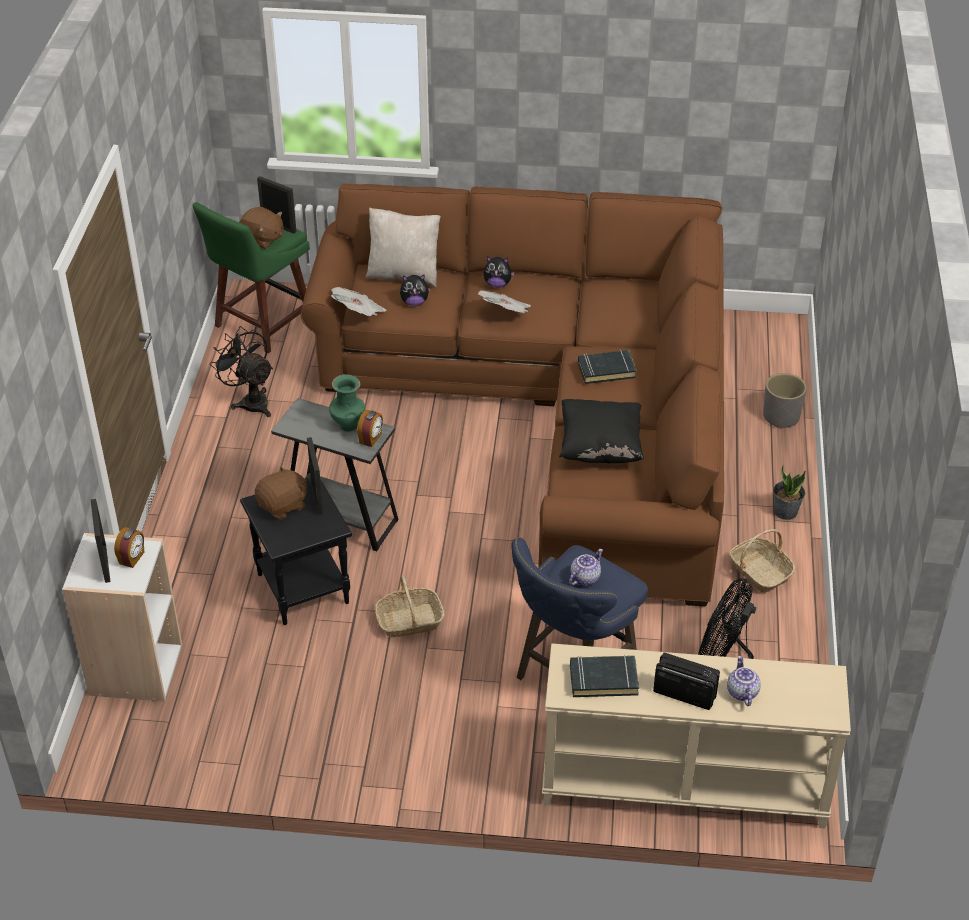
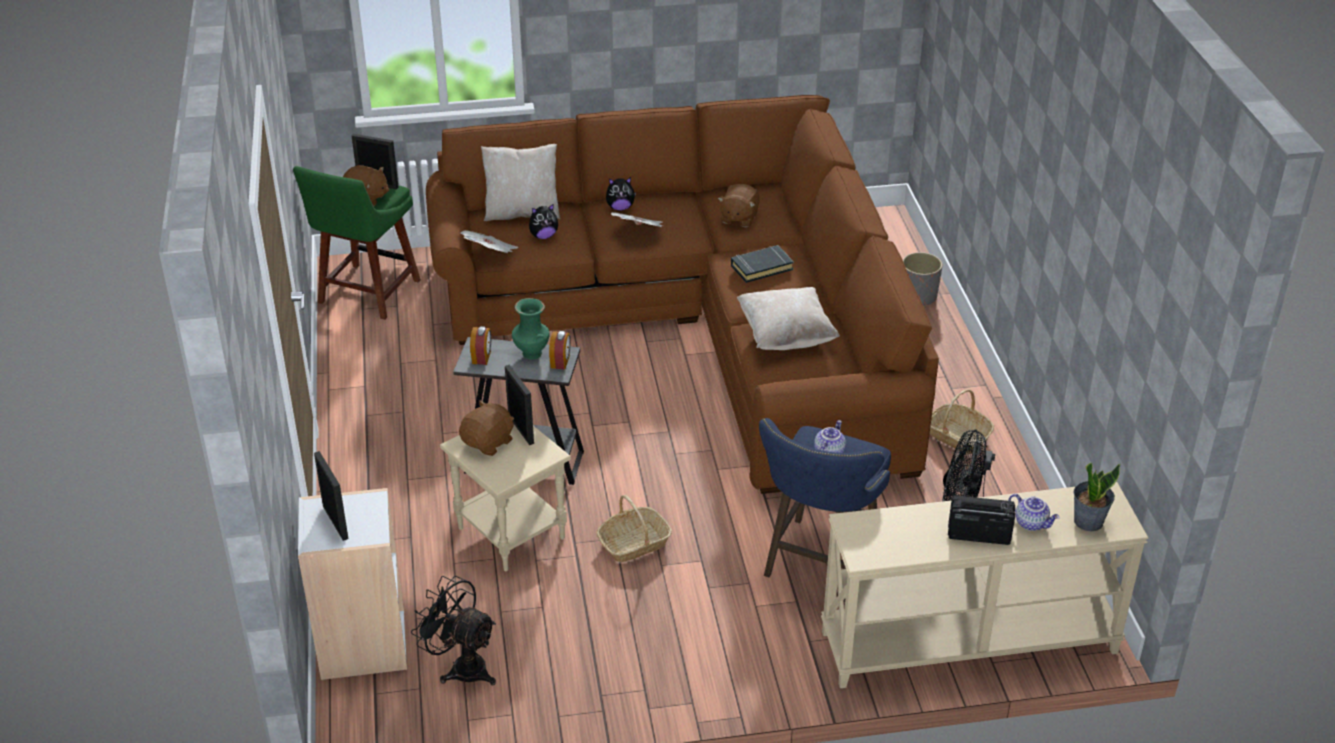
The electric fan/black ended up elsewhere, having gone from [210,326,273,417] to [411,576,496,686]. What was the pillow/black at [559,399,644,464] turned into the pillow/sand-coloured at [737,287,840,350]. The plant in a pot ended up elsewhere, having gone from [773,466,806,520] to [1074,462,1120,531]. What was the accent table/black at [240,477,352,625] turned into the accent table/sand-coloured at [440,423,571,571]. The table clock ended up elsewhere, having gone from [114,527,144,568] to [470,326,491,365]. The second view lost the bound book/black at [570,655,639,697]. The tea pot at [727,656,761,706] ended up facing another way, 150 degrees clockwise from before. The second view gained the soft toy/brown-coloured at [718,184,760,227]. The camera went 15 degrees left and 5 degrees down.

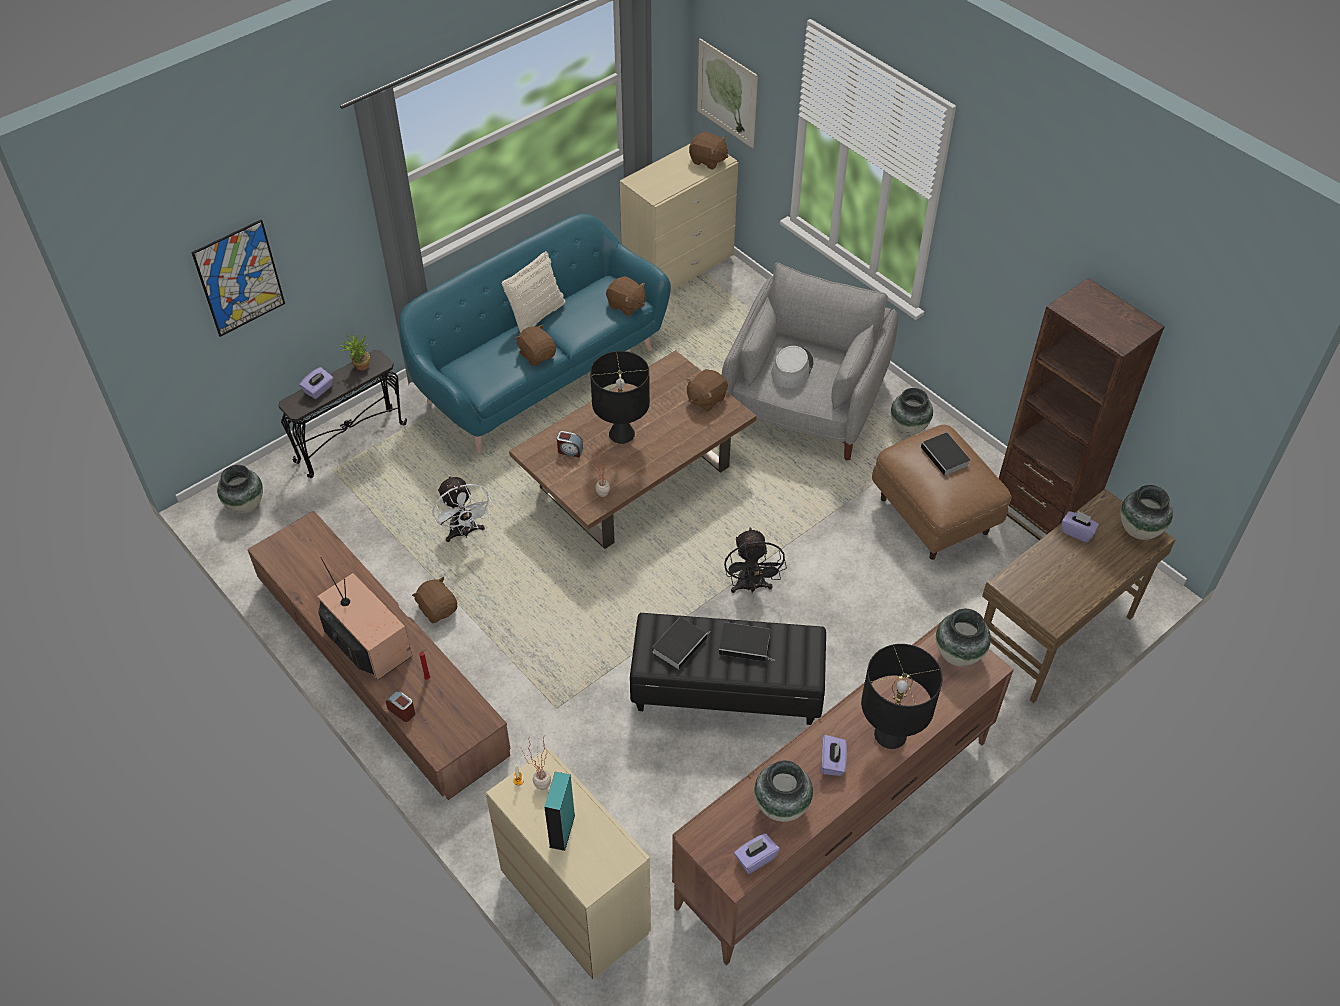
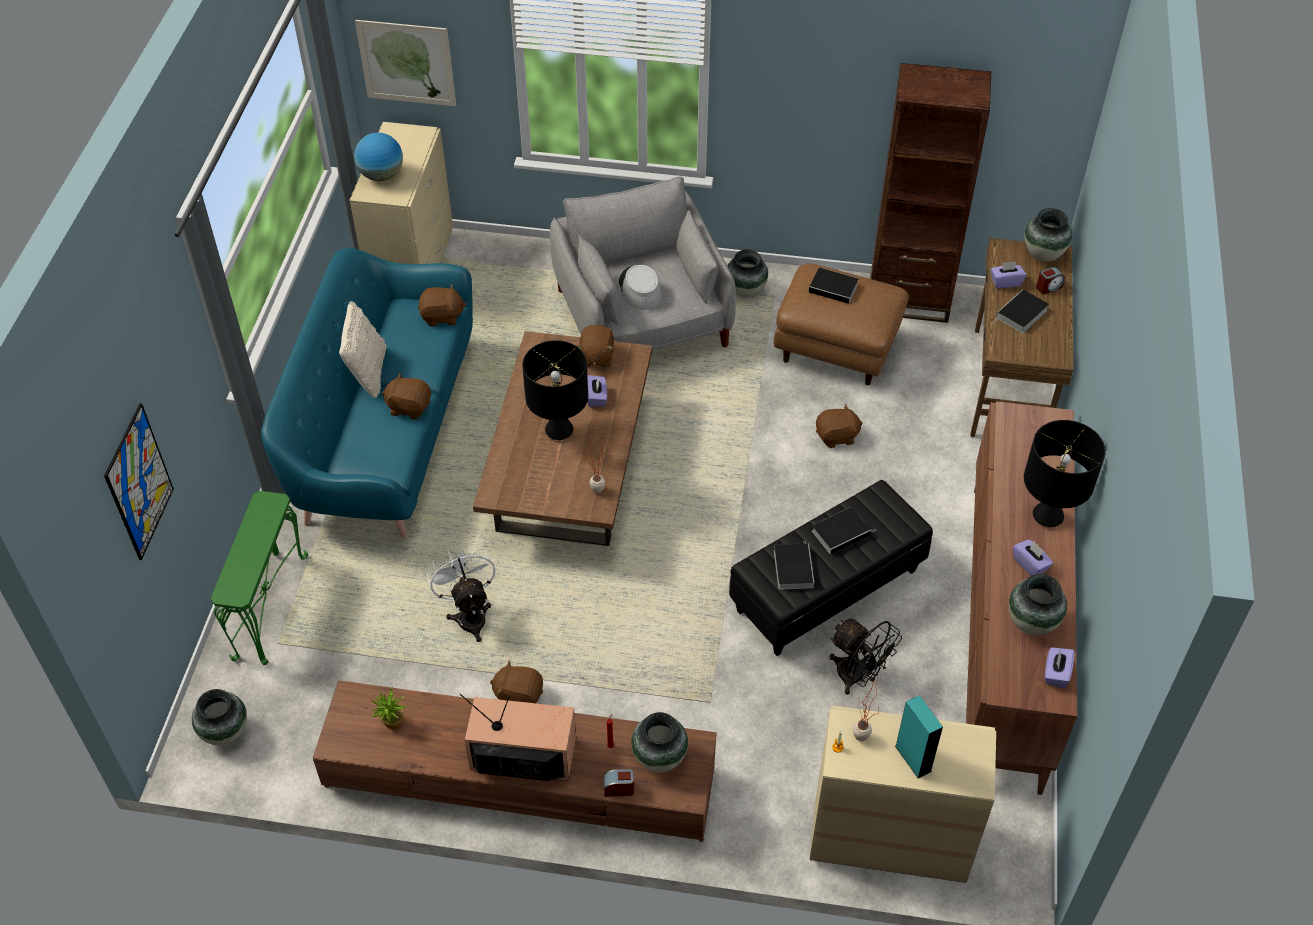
The soft toy/brown-coloured ended up elsewhere, having gone from [689,132,728,170] to [816,404,863,448]. The plant in a pot ended up elsewhere, having gone from [339,334,370,370] to [371,686,406,729]. What was the accent table/black at [278,350,407,478] turned into the accent table/green at [211,491,308,666]. The tissue holder/purple-coloured ended up elsewhere, having gone from [299,367,333,399] to [587,375,607,407]. The table clock ended up elsewhere, having gone from [557,431,583,458] to [1036,267,1065,294]. The electric fan/white-coloured at [433,475,493,542] ended up facing another way, 135 degrees counterclockwise from before. The electric fan/black ended up elsewhere, having gone from [724,527,787,594] to [829,619,902,695]. The vase ended up elsewhere, having gone from [936,609,991,667] to [631,712,688,772]. The second view gained the globe at [354,133,403,181]. The second view gained the bound book at [993,289,1049,333]. The camera went 40 degrees left and 0 degrees up.

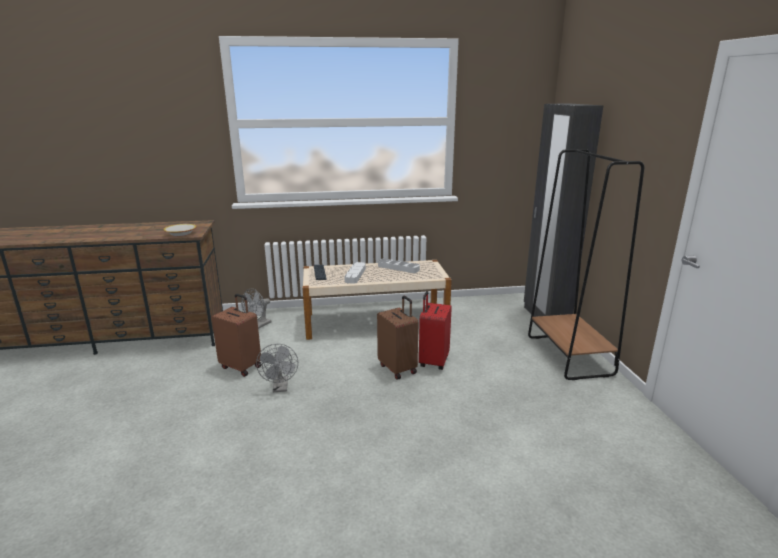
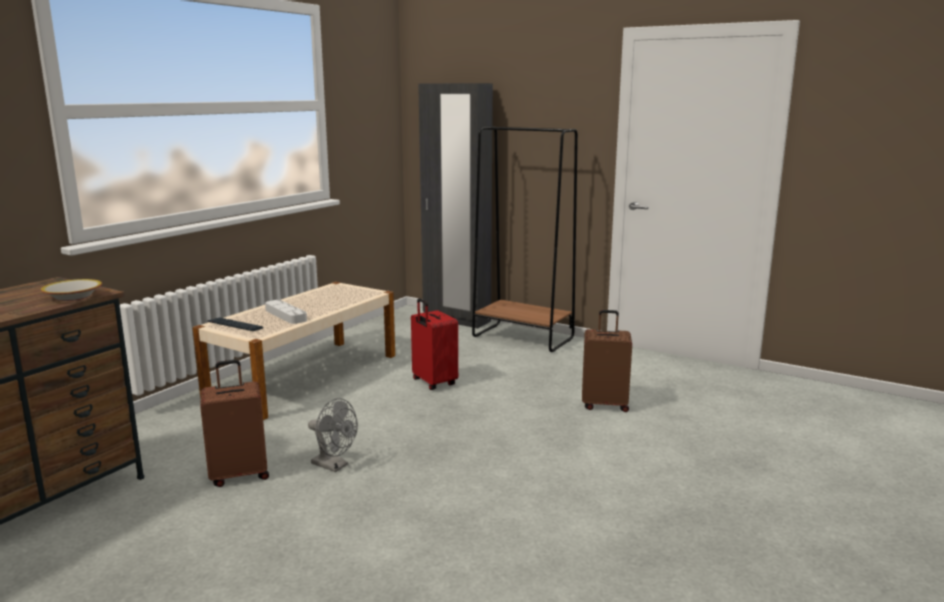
The second view lost the serving tray/greyish at [378,258,420,273]. The second view lost the electric fan/greyish at [241,289,271,329]. The suitcase/brown-coloured ended up elsewhere, having gone from [377,296,419,380] to [582,310,632,412]. The camera went 50 degrees left and 5 degrees down.

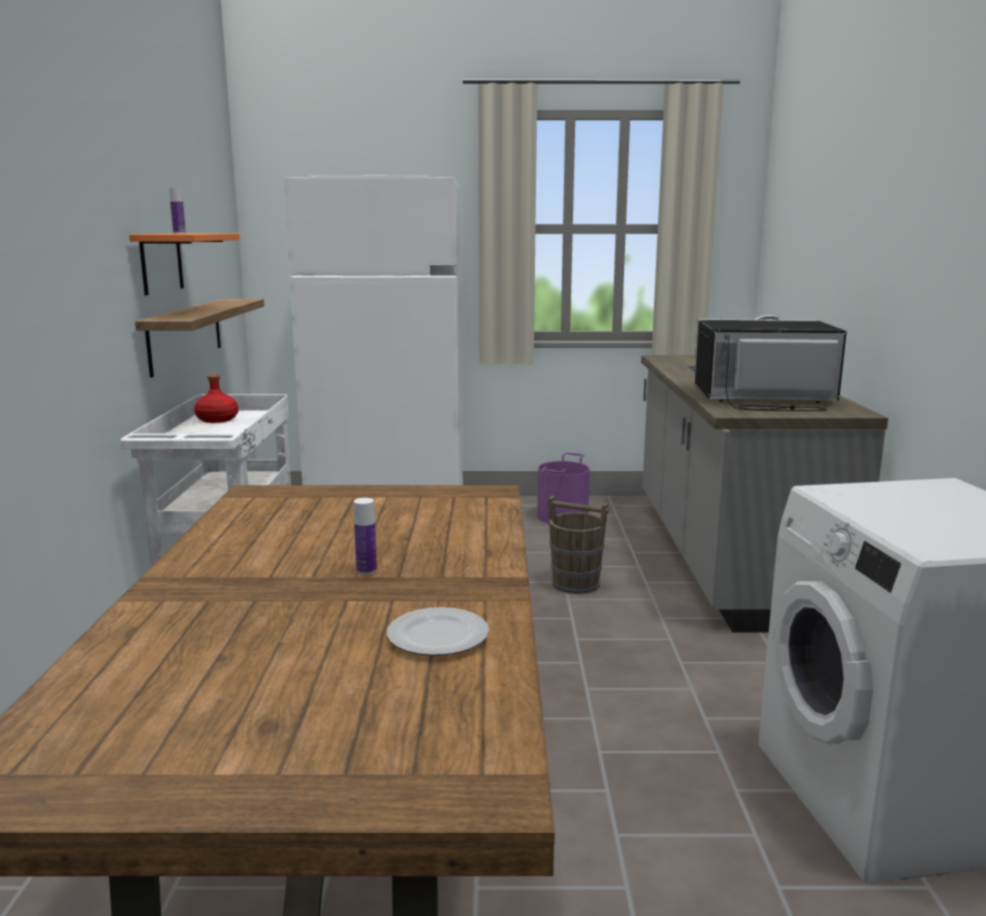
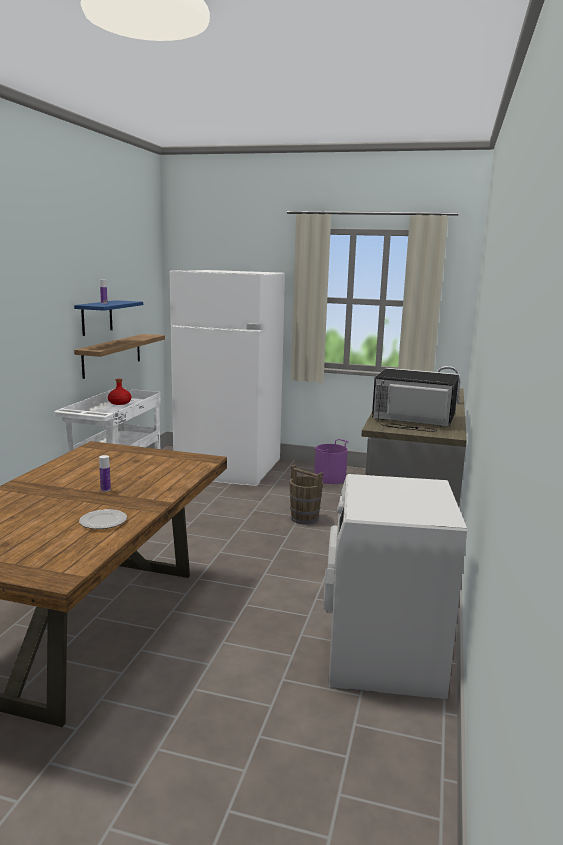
What was the shelf/orange at [129,234,240,295] turned into the shelf/blue at [74,300,143,336]. The camera went 15 degrees right and 0 degrees up.

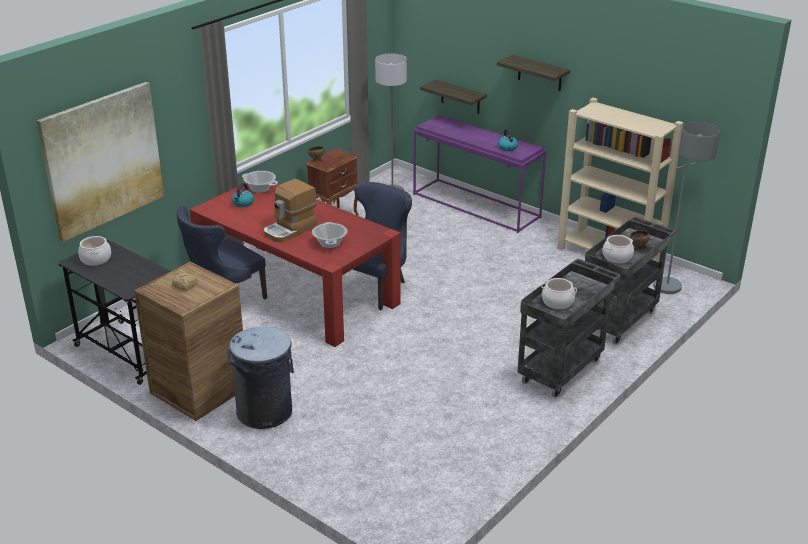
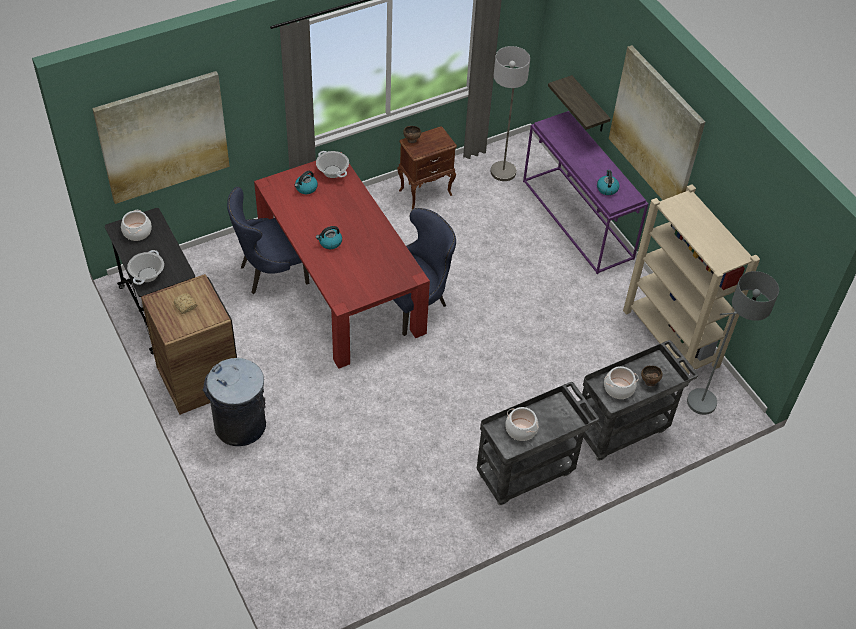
Where the shelf hung at [497,55,570,91], the wall art came to hang at [609,45,705,200]. Where the coffee brewer stood at [264,179,317,243], the tea kettle came to stand at [316,226,342,249]. The cooking pot ended up elsewhere, having gone from [312,222,348,248] to [127,250,164,285]. The camera went 20 degrees right and 20 degrees up.

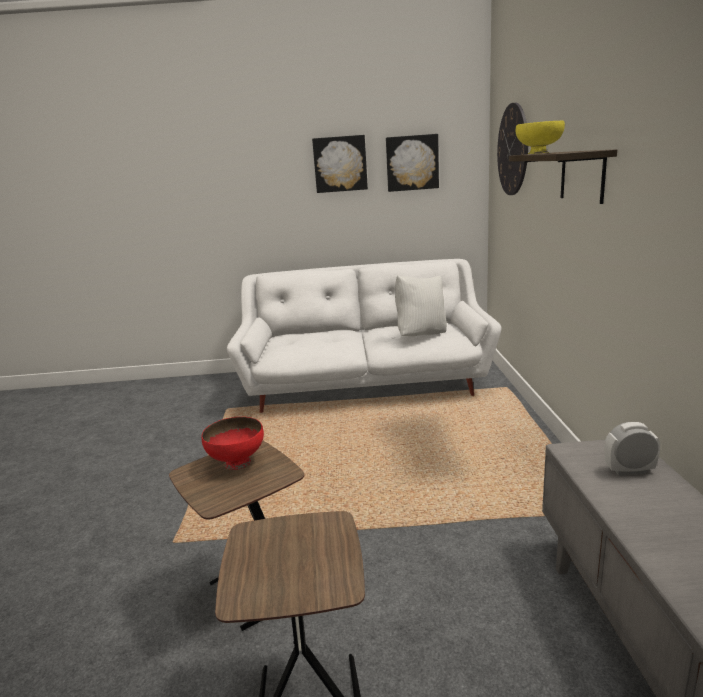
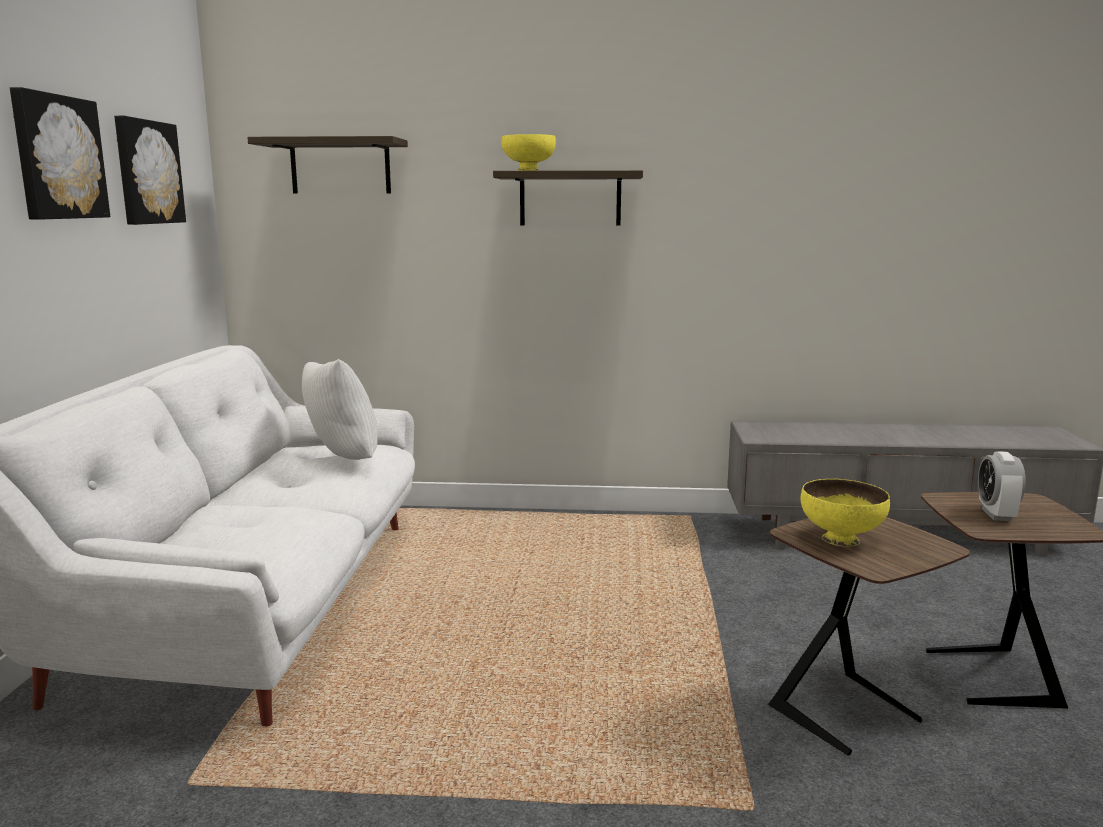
Where the clock on the wall hung at [497,103,528,195], the shelf came to hang at [247,136,408,193]. What was the bowl/red-coloured at [201,417,264,470] turned into the bowl/yellowish at [801,479,890,547]. The table clock ended up elsewhere, having gone from [604,422,660,475] to [978,451,1026,521]. The camera went 85 degrees left and 5 degrees down.

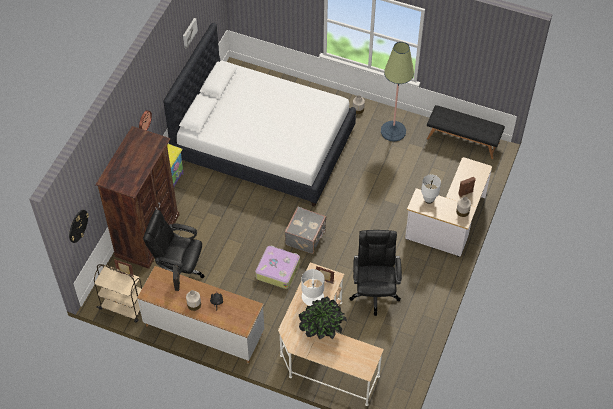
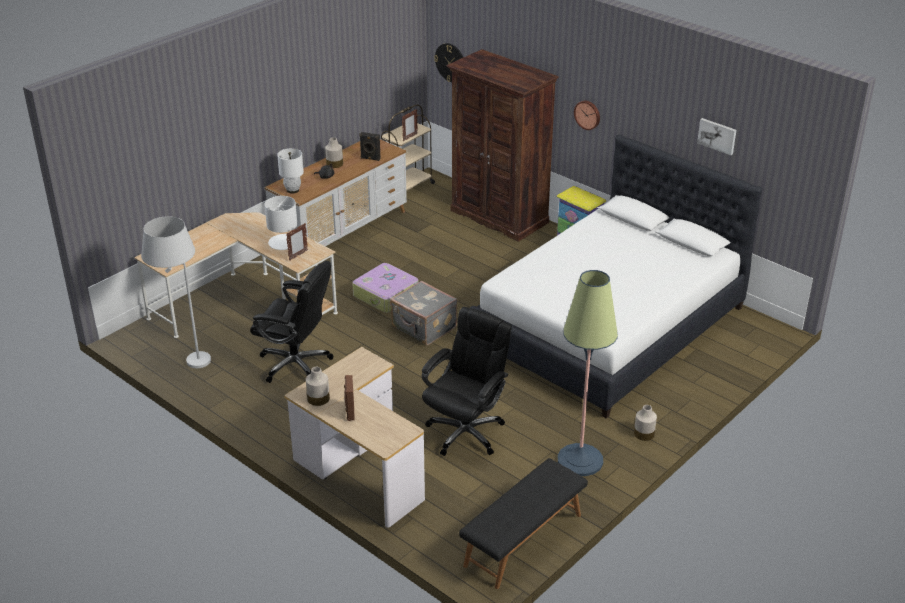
The tabletop lamp/white-coloured ended up elsewhere, having gone from [421,174,441,204] to [277,148,304,193]. The computer chair/black ended up elsewhere, having gone from [143,210,205,278] to [422,307,512,456]. The second view lost the plant in a pot at [299,296,347,339]. The second view gained the floor lamp/white-coloured at [141,216,211,368]. The camera went 110 degrees right and 20 degrees down.

